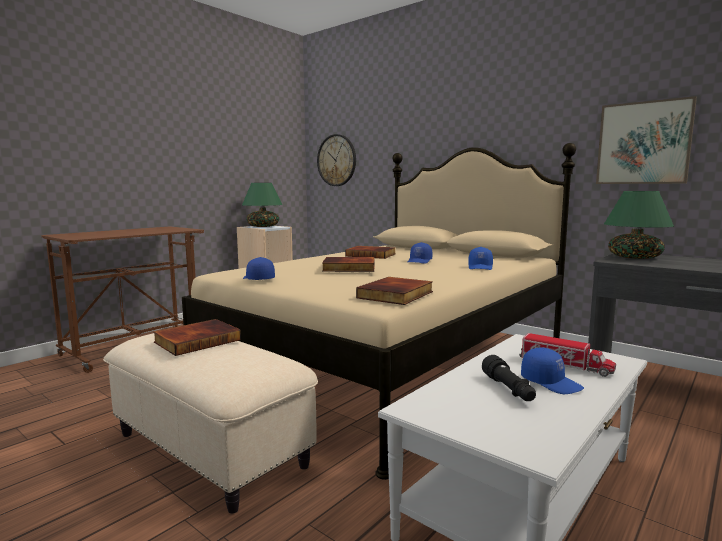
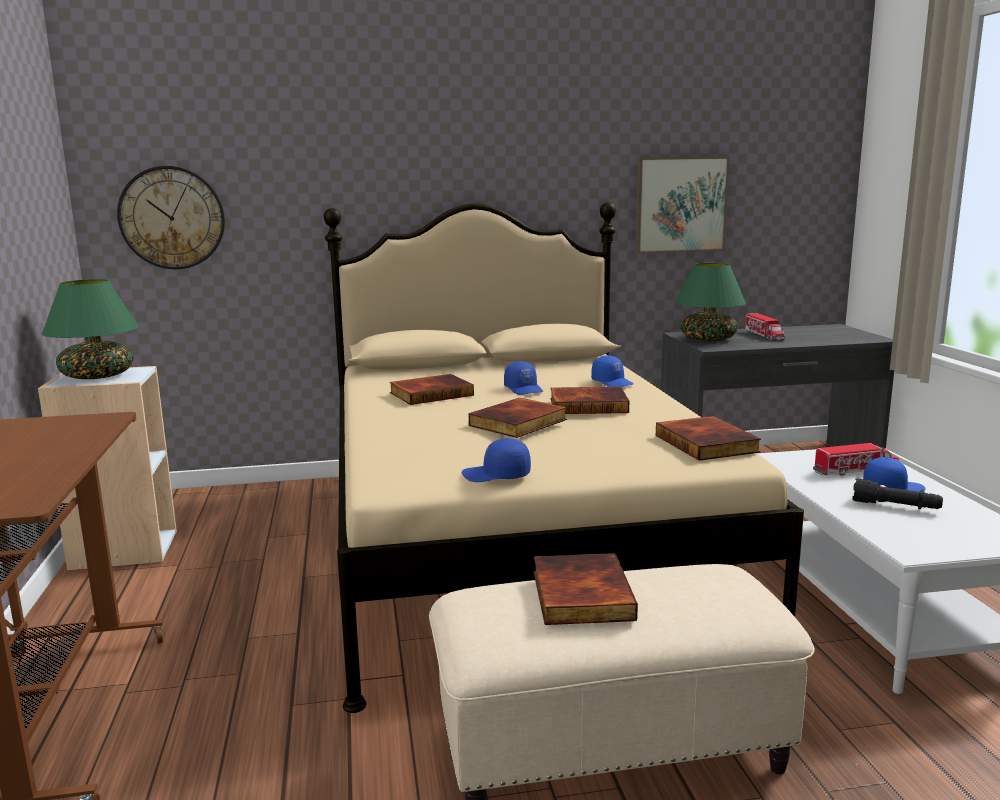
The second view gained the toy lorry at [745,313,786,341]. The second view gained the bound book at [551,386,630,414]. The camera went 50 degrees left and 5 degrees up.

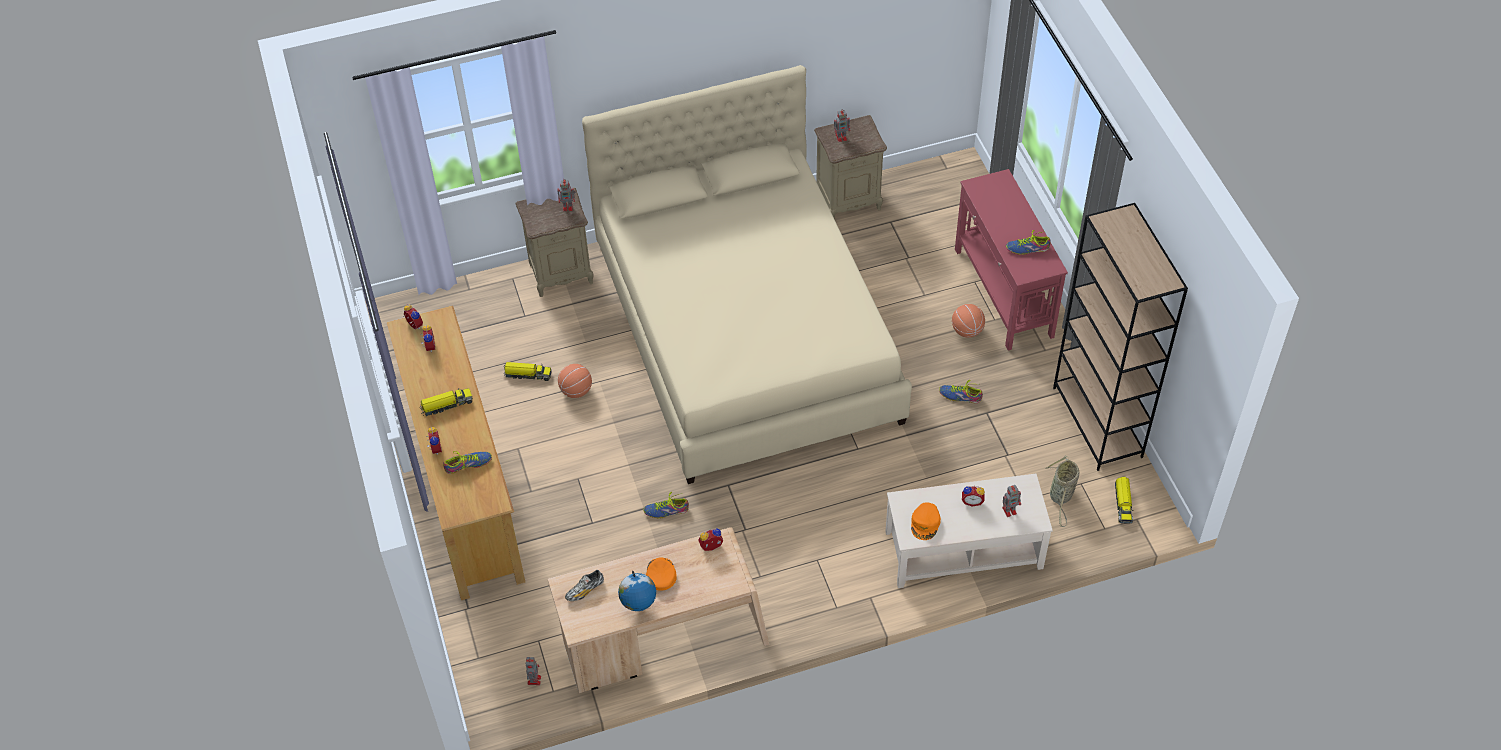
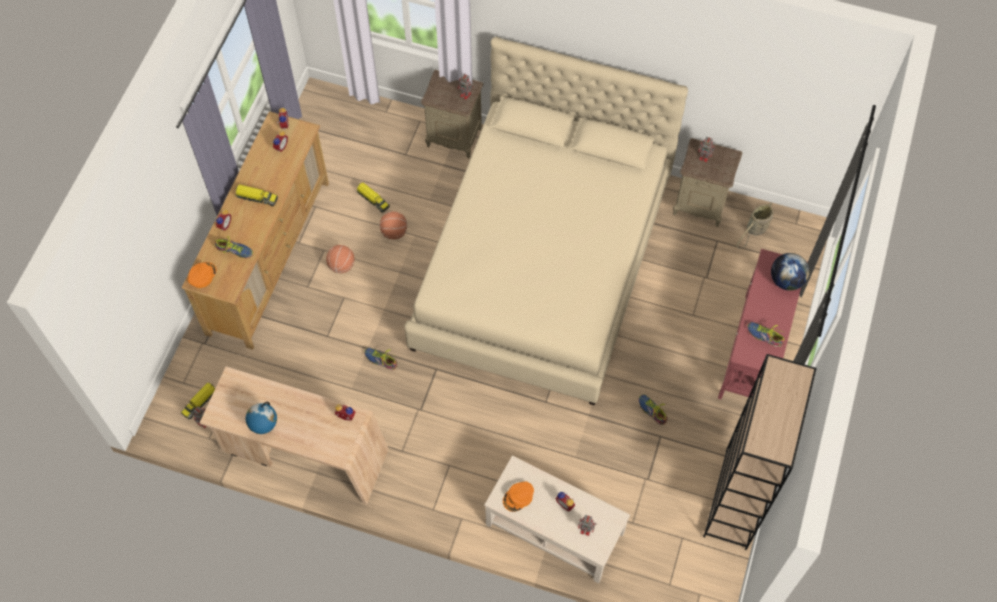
The ball for basketball ended up elsewhere, having gone from [952,304,985,337] to [326,245,354,273]. The storage basket ended up elsewhere, having gone from [1045,455,1079,527] to [736,202,774,249]. The toy lorry ended up elsewhere, having gone from [1115,476,1133,523] to [181,383,215,419]. The peaked cap/orange ended up elsewhere, having gone from [646,557,677,591] to [188,262,216,288]. The second view lost the item of footwear at [565,570,604,601]. The second view gained the globe at [771,253,809,291]. The camera went 35 degrees right and 10 degrees up.

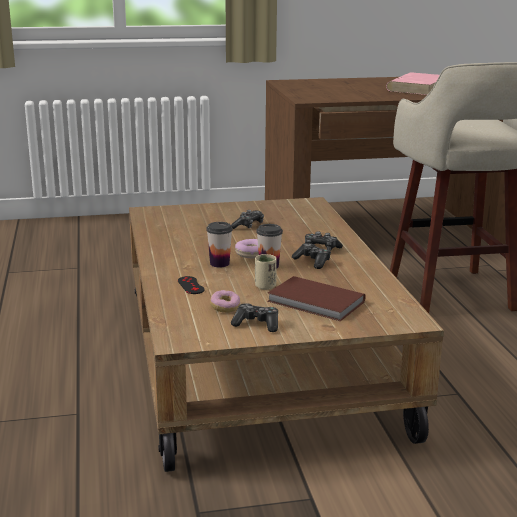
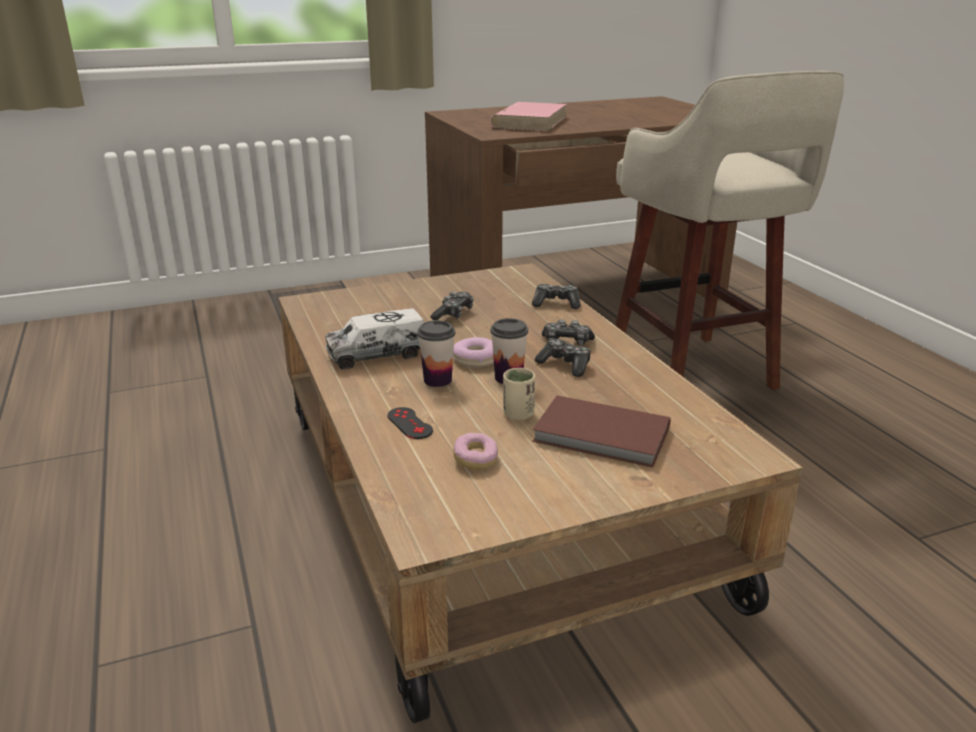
The bound book/pink-coloured ended up elsewhere, having gone from [386,72,440,95] to [490,102,567,132]. The joypad ended up elsewhere, having gone from [231,303,278,332] to [532,284,581,309]. The second view gained the toy lorry at [325,308,424,369]. The camera went 10 degrees left and 5 degrees up.

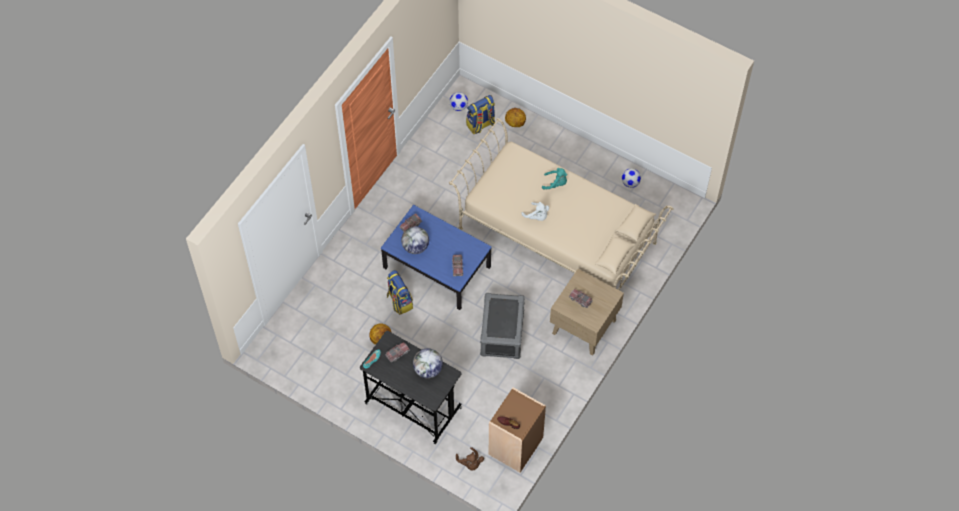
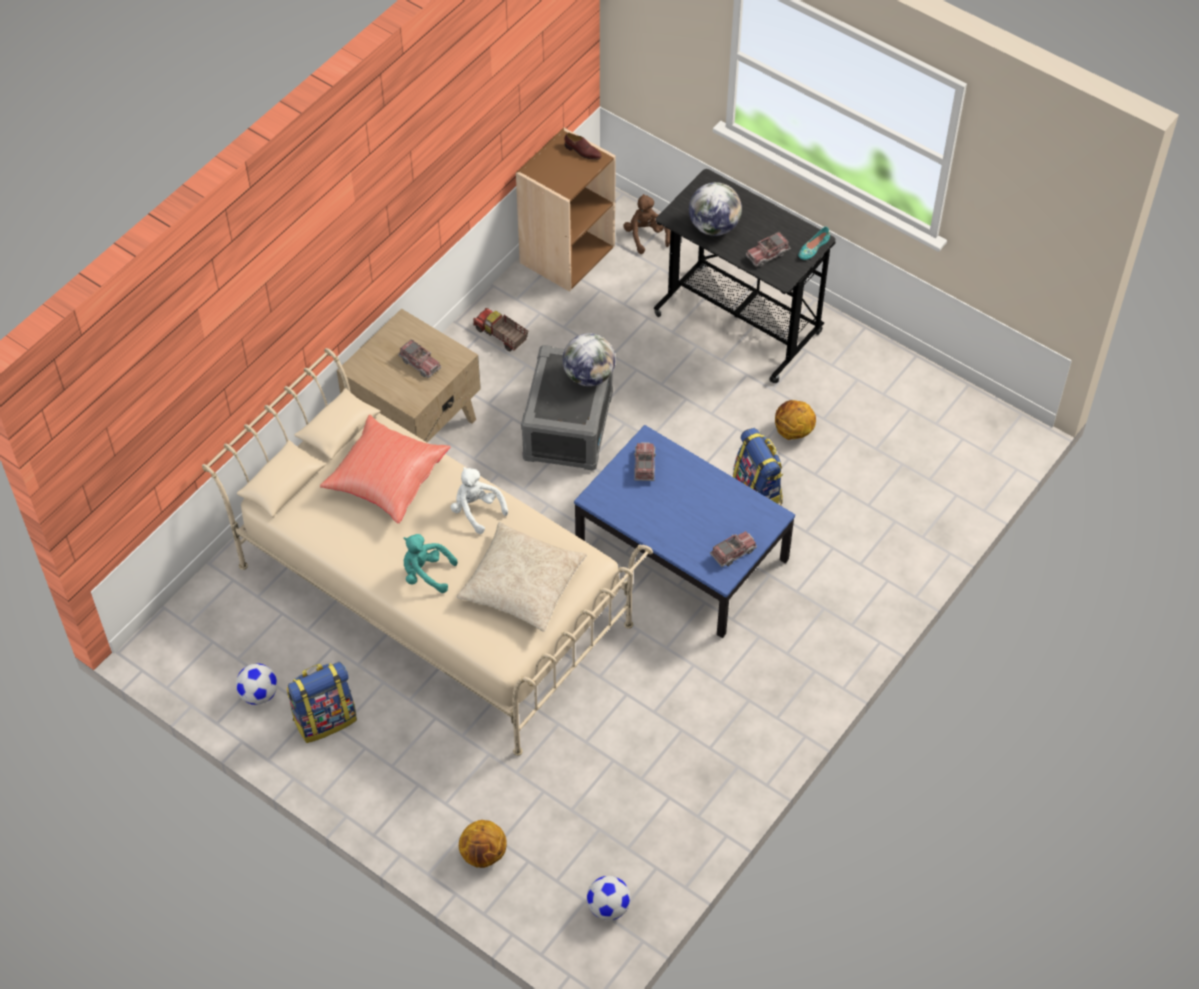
The knapsack ended up elsewhere, having gone from [466,95,495,134] to [287,662,357,743]. The globe ended up elsewhere, having gone from [401,226,429,254] to [563,333,616,386]. The second view gained the toy lorry at [473,308,528,351]. The second view gained the pillow/red-coloured at [320,415,450,523]. The second view gained the pillow/sand-coloured at [457,522,587,632]. The camera went 175 degrees left and 5 degrees down.

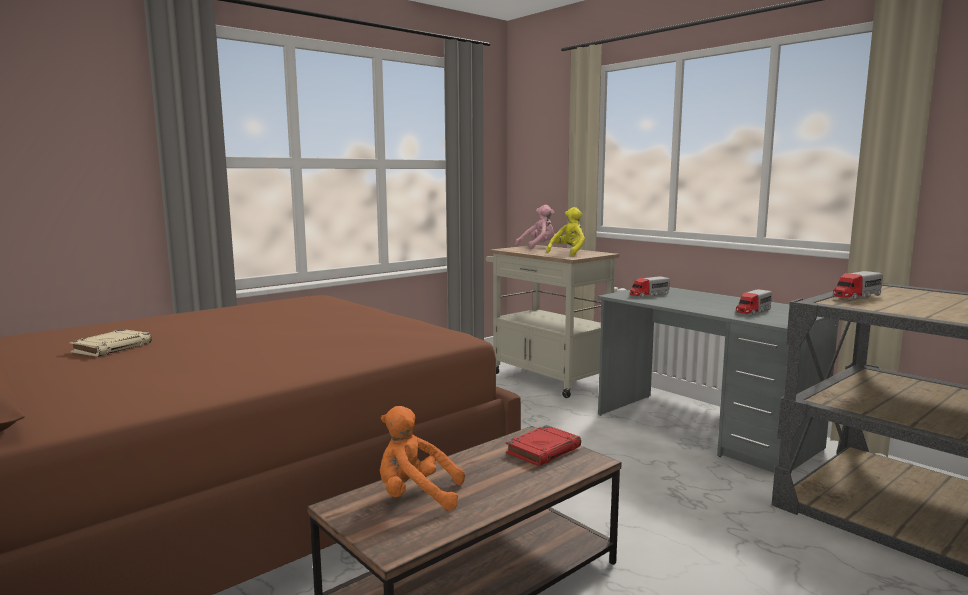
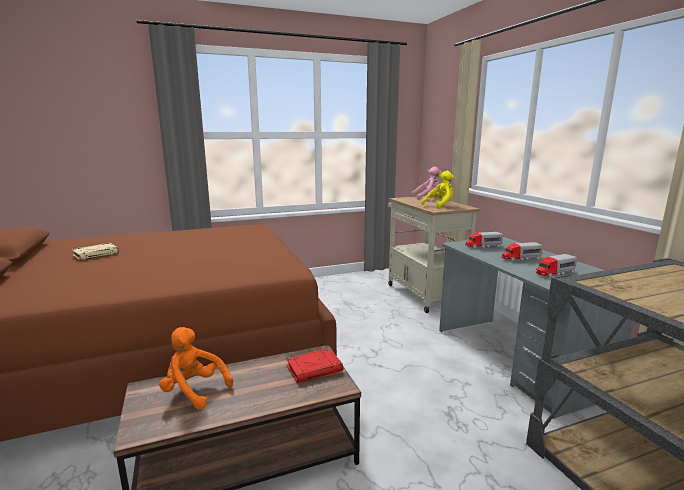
The toy lorry ended up elsewhere, having gone from [833,271,883,300] to [502,242,543,261]. The camera went 20 degrees right and 5 degrees up.

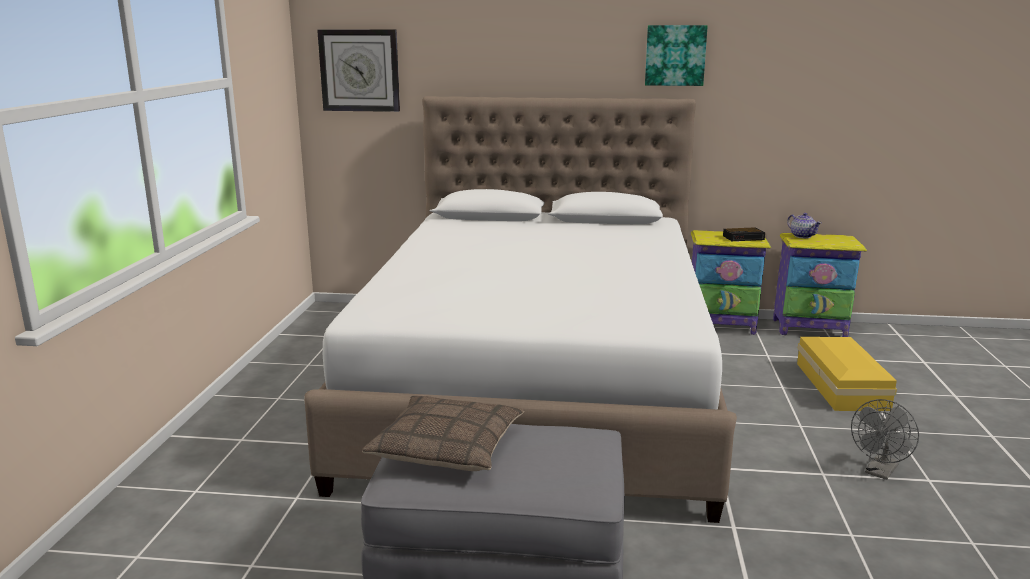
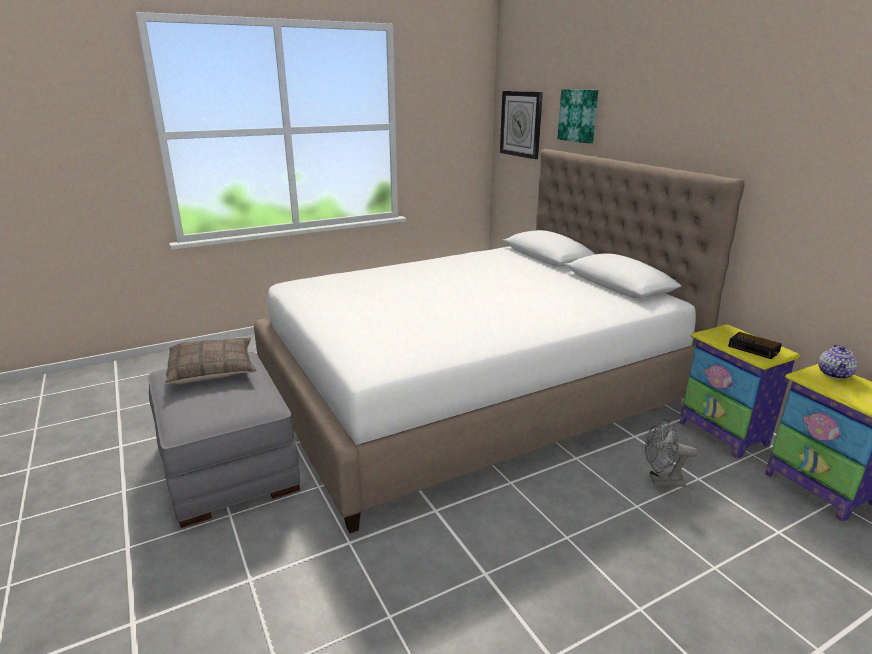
The wall art ended up elsewhere, having gone from [645,25,708,86] to [557,89,598,144]. The second view lost the storage bin/yellowish at [797,337,897,411]. The electric fan/greyish ended up elsewhere, having gone from [851,399,919,480] to [645,419,697,487]. The camera went 55 degrees right and 5 degrees up.

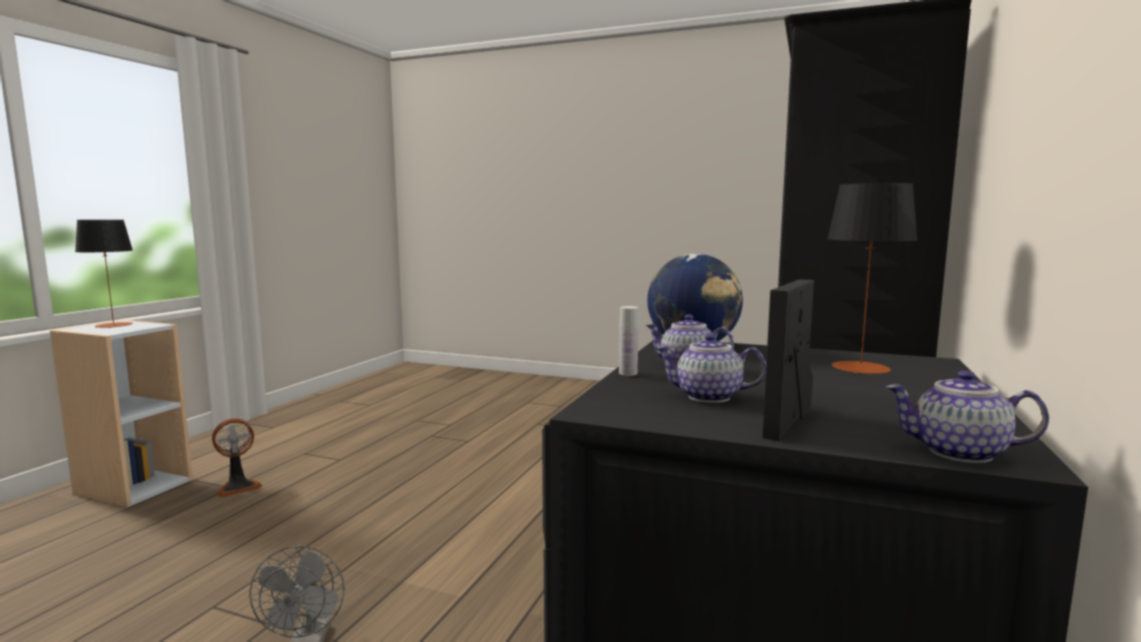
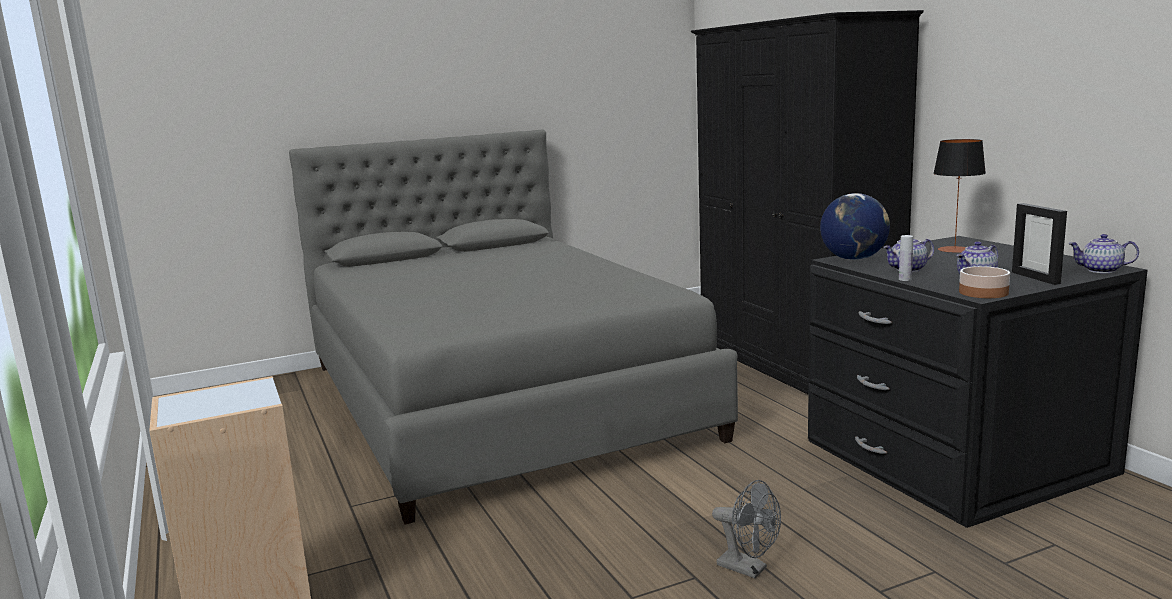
The second view lost the tabletop lamp at [75,220,133,328]. The tea pot at [886,370,1049,463] ended up facing another way, 45 degrees clockwise from before. The second view lost the electric fan at [212,418,262,497]. The second view gained the sleeping bed/greyish at [289,130,738,524]. The second view gained the bowl at [959,266,1010,298]. The camera went 45 degrees left and 5 degrees up.

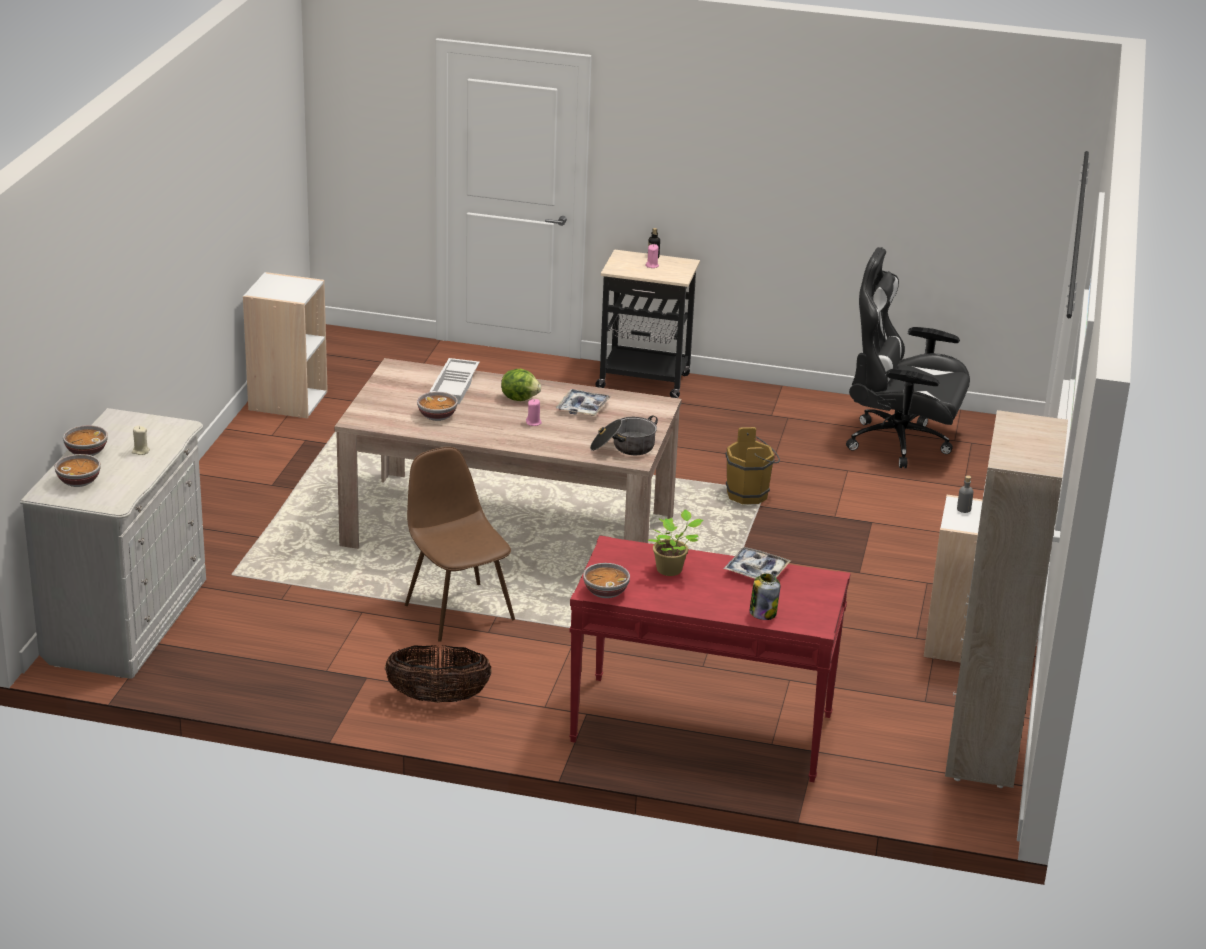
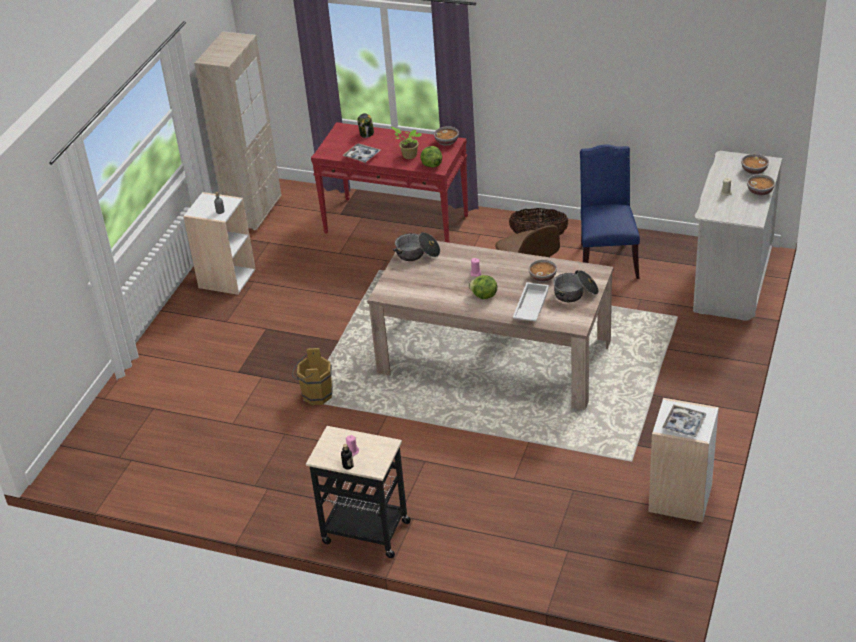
The second view lost the computer chair/black at [846,247,970,468]. The serving tray ended up elsewhere, having gone from [556,389,610,416] to [662,405,706,437]. The second view gained the chair/blue at [580,144,640,279]. The second view gained the head of lettuce at [420,146,442,167]. The second view gained the cooking pot at [553,270,599,302]. The camera went 170 degrees left and 10 degrees up.

